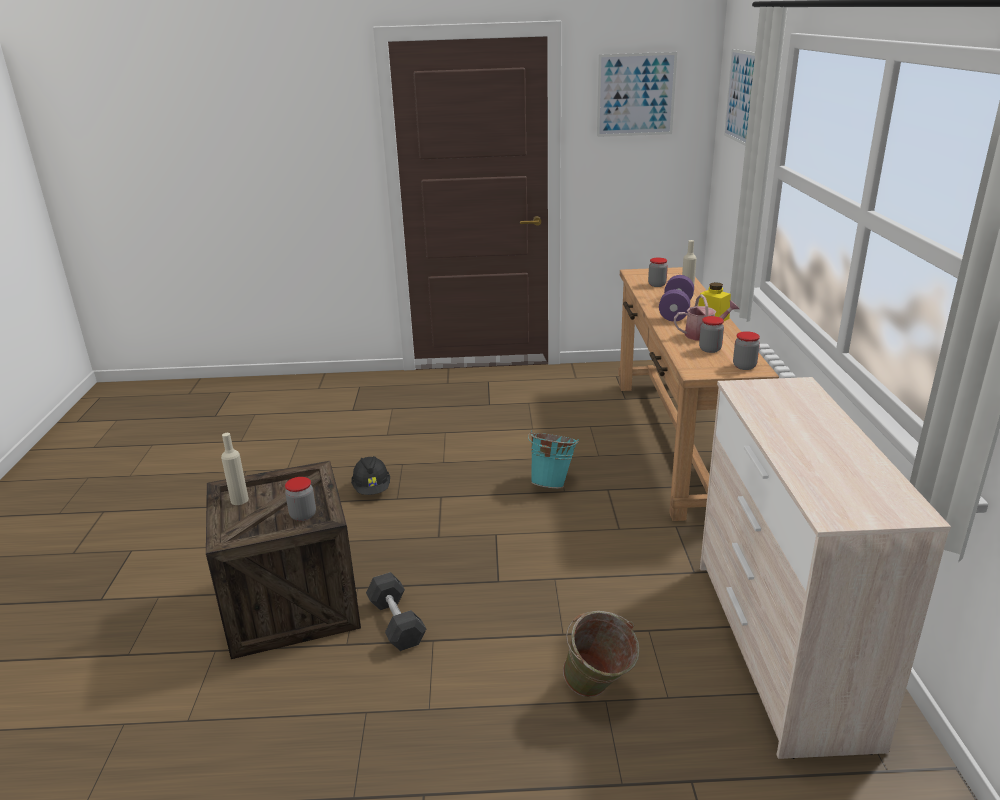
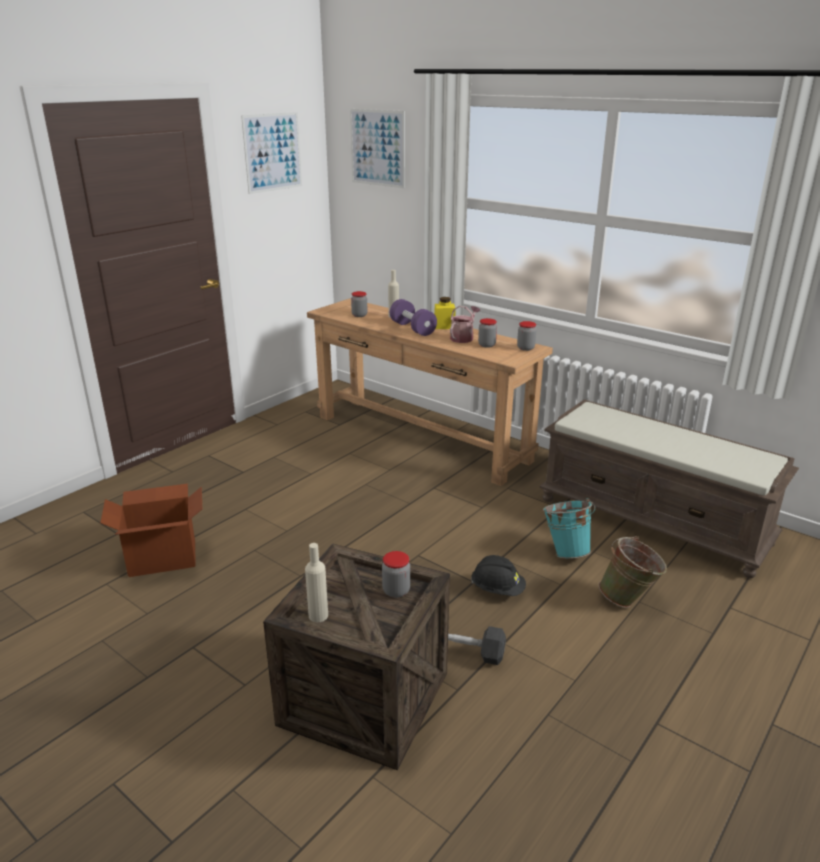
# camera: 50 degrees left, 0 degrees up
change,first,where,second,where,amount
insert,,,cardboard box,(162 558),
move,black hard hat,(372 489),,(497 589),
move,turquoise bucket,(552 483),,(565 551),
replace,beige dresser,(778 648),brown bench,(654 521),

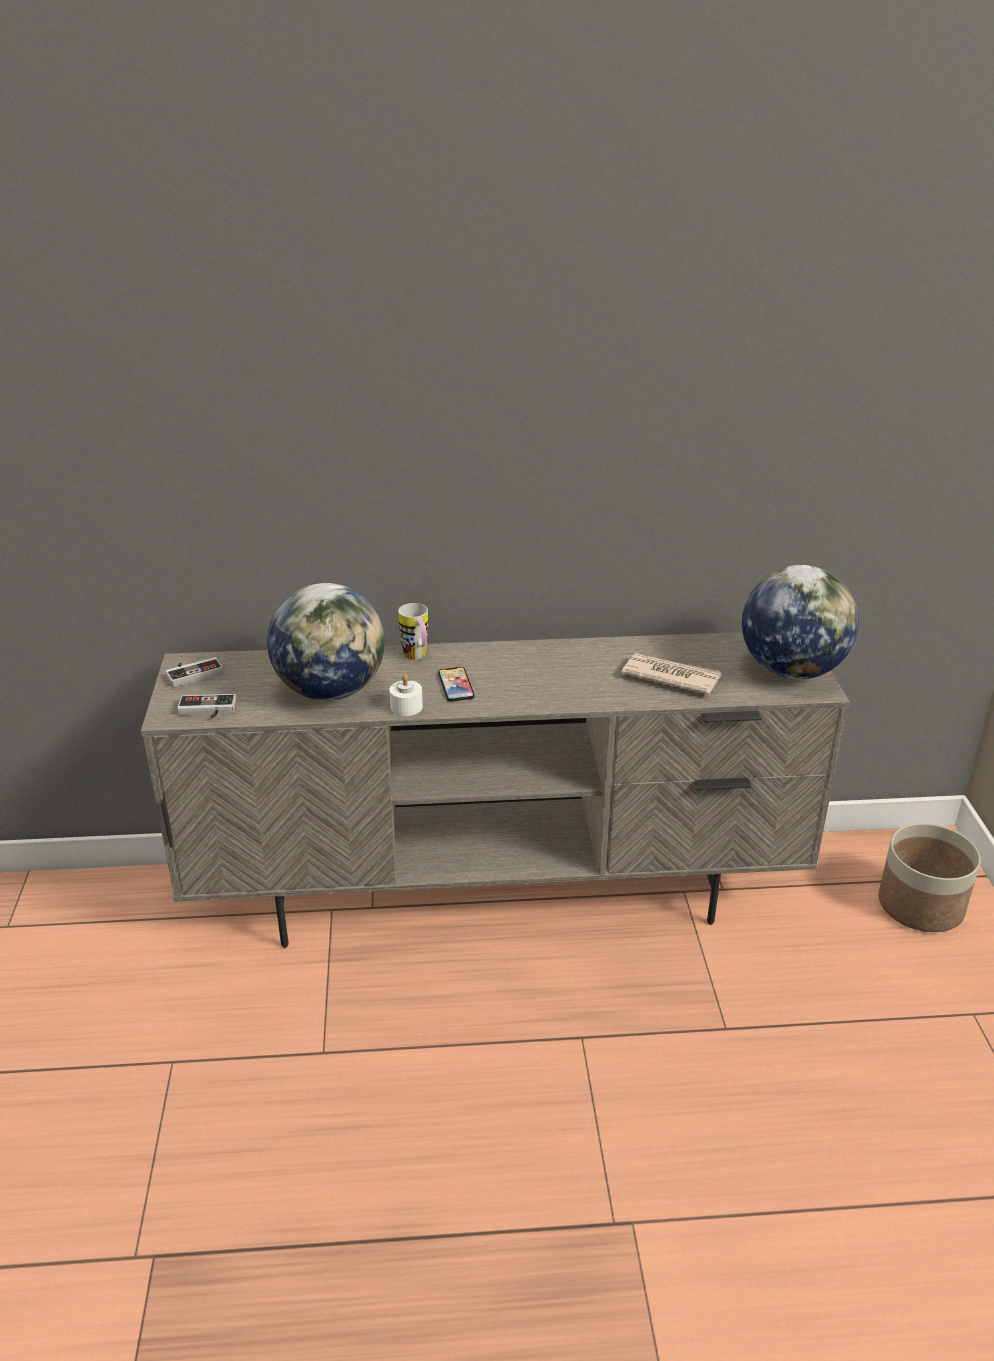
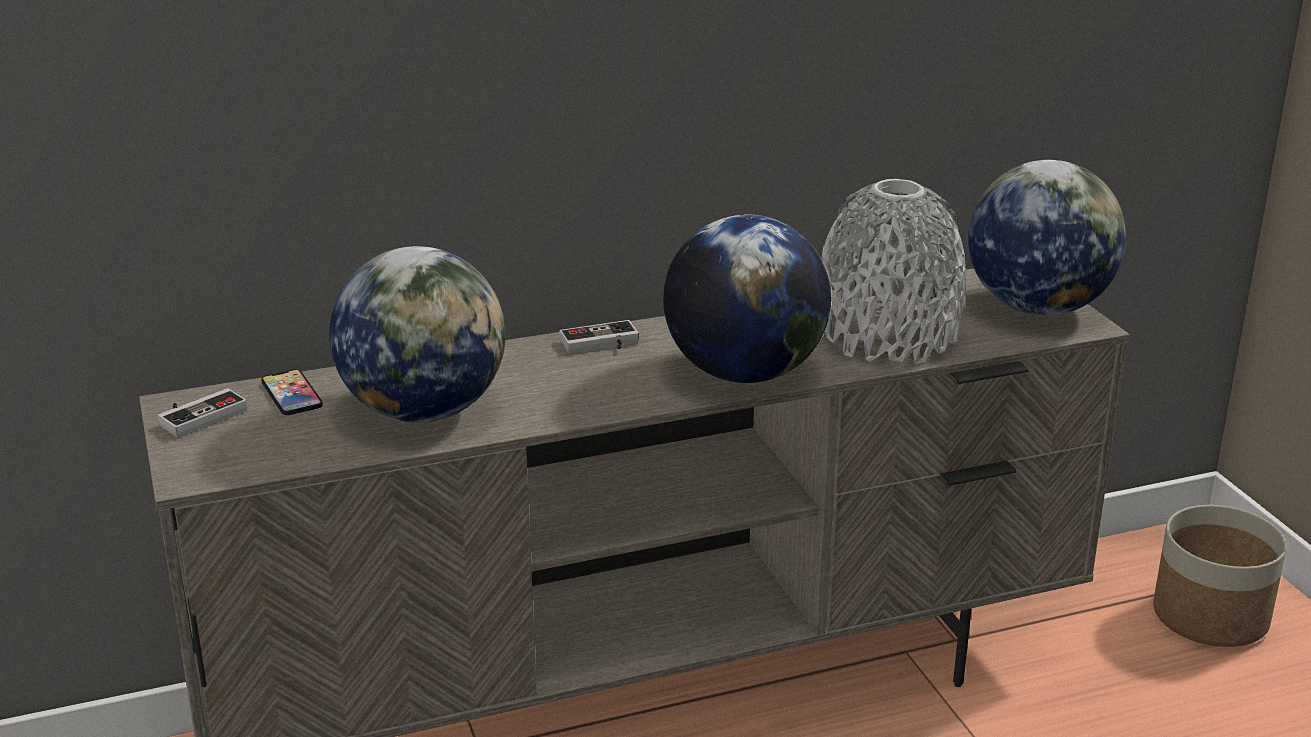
# camera: 15 degrees left, 5 degrees down
change,first,where,second,where,amount
delete,white candle,(406 707),,,
delete,mug,(417 658),,,
insert,,,globe,(744 373),
move,game controller,(206 711),,(601 345),
move,phone,(456 685),,(291 394),
replace,newspaper,(670 676),grey vase,(887 334),

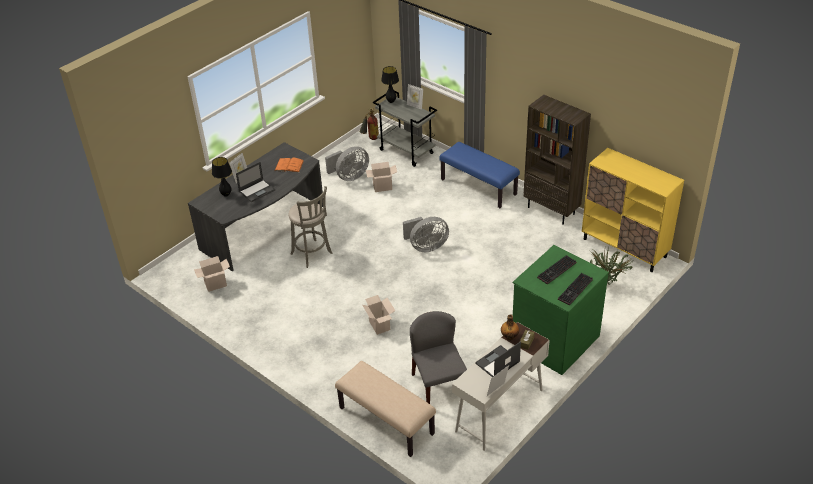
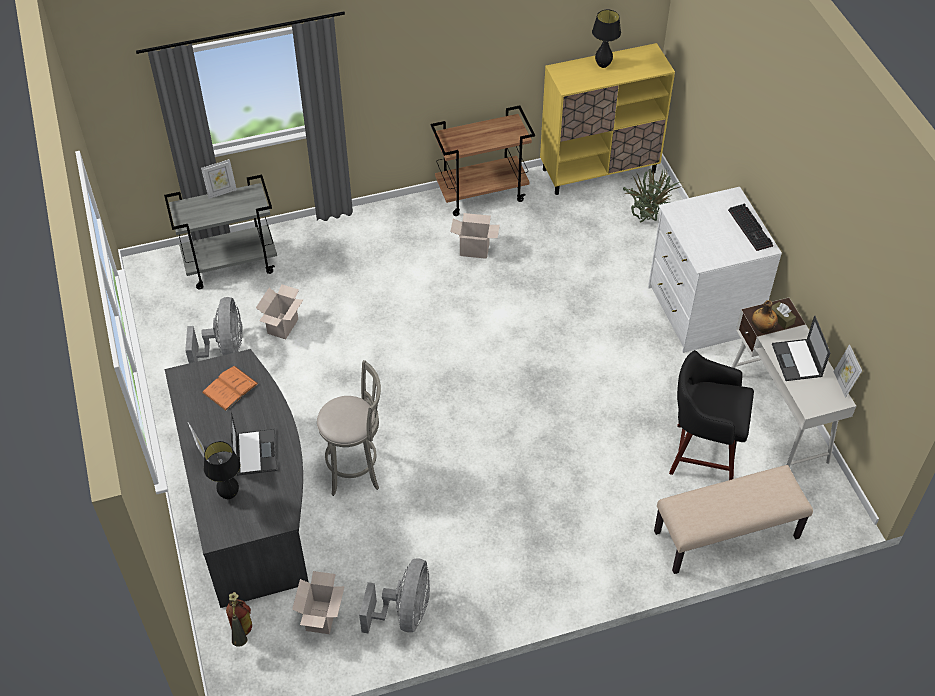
# camera: 60 degrees left, 10 degrees up
change,first,where,second,where,amount
delete,blue bench,(479 187),,,
delete,keyboard,(557 271),,,
move,fire extinguisher,(370 139),,(242 636),
move,cardboard box,(380 326),,(475 249),
move,black table lamp,(391 101),,(603 65),
move,grey fan,(426 247),,(404 613),
replace,grey chair,(438 385),black stool,(701 454),
replace,brown bookcase,(551 210),brown cart,(482 193),
recolor,green dresser,(554 340),white dresser,(701 310),

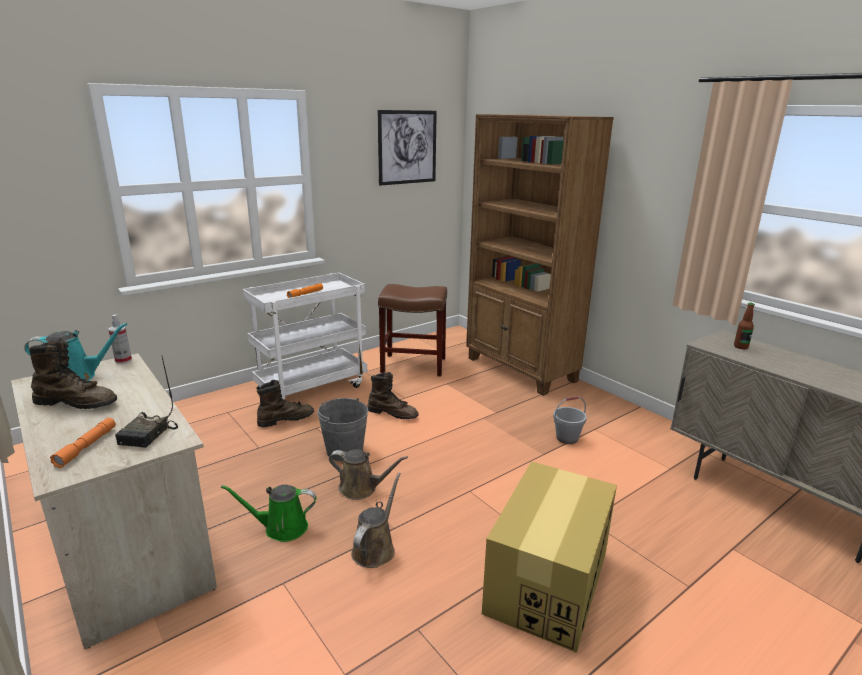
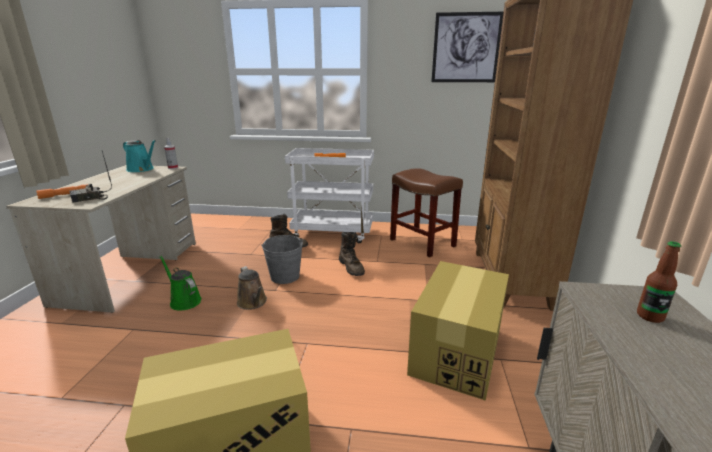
# camera: 45 degrees right, 0 degrees up
change,first,where,second,where,amount
delete,brown boot,(77 403),,,
delete,brown watering can,(375 548),,,
replace,grey bucket,(567 438),cardboard box,(456 351),

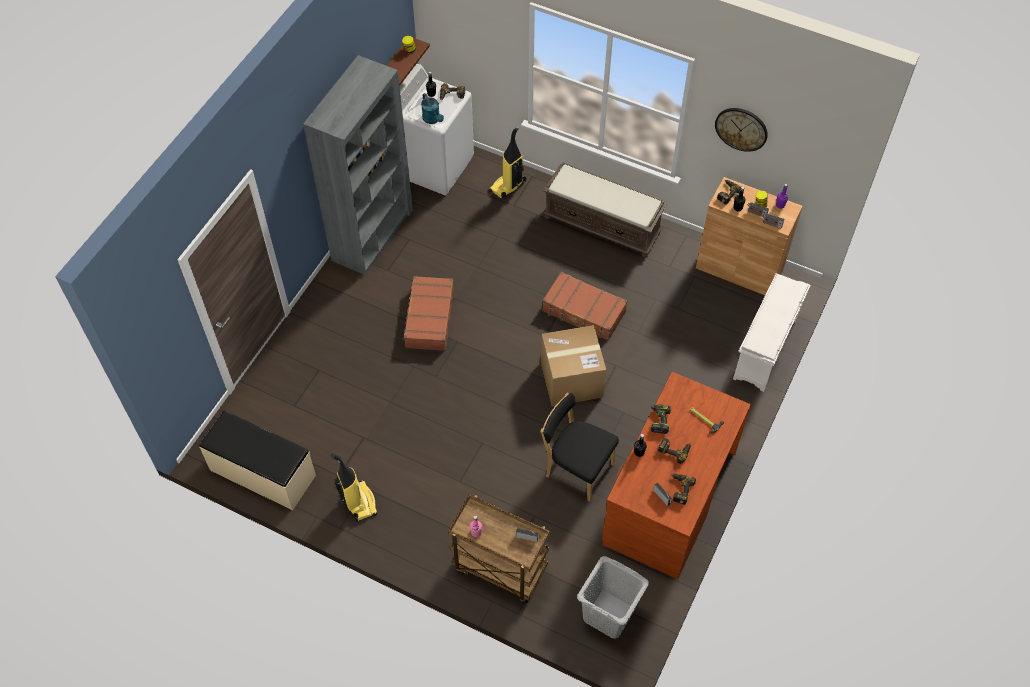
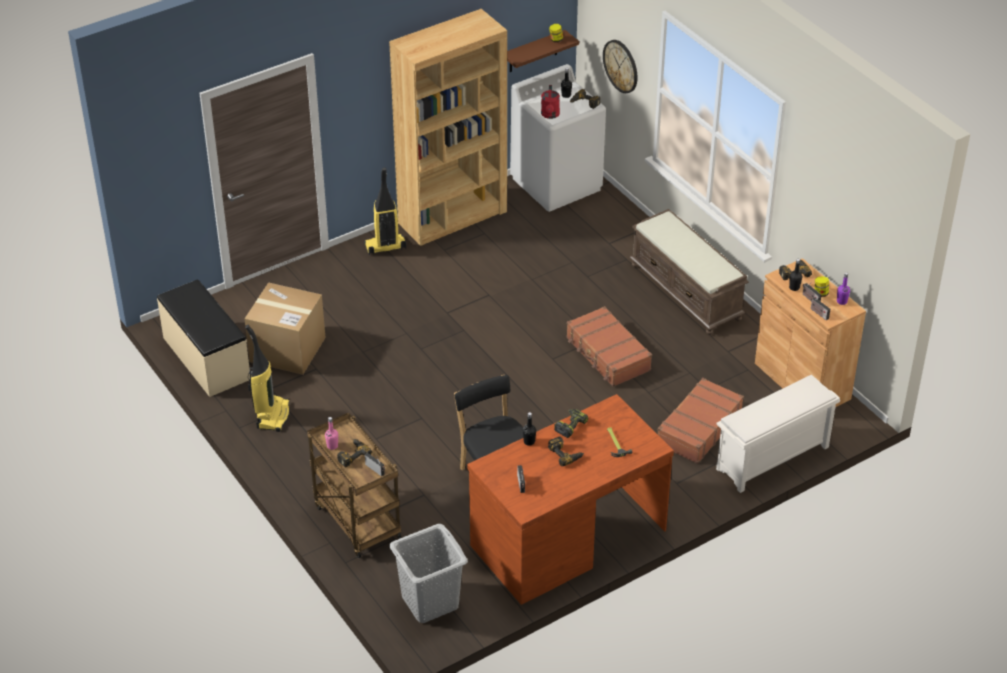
# camera: 30 degrees right, 15 degrees down
change,first,where,second,where,amount
move,brown suitcase,(429 318),,(698 428),
move,vacuum cleaner,(508 187),,(385 247),
move,cardboard box,(571 379),,(287 349),
move,power drill,(679 489),,(352 454),
move,wall clock,(741 129),,(621 66),
recolor,grey bookcase,(372 234),brown bookcase,(453 217),
recolor,turquoise watering can,(433 119),red watering can,(550 115),

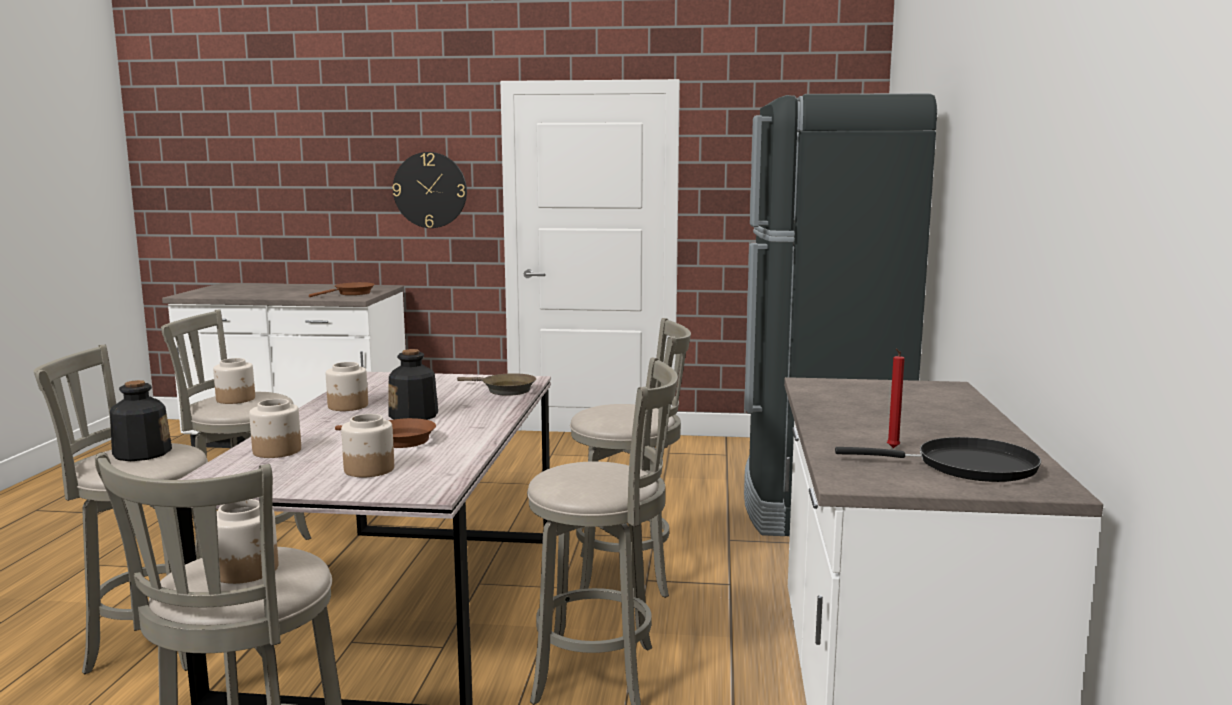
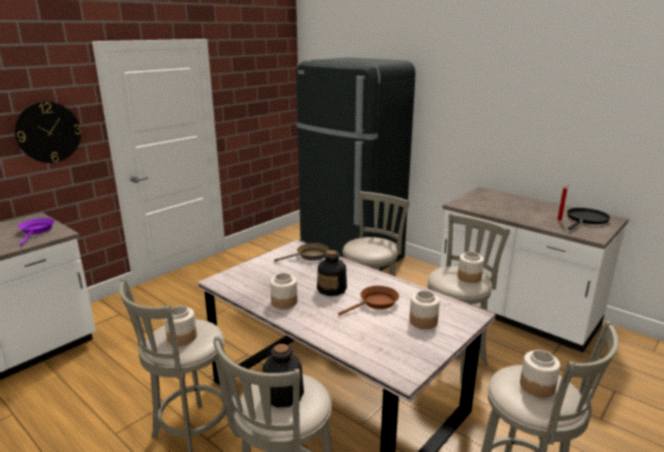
# camera: 55 degrees left, 10 degrees up
change,first,where,second,where,amount
move,jar,(276 451),,(469 277),
recolor,brown frying pan,(351 293),purple frying pan,(37 231),

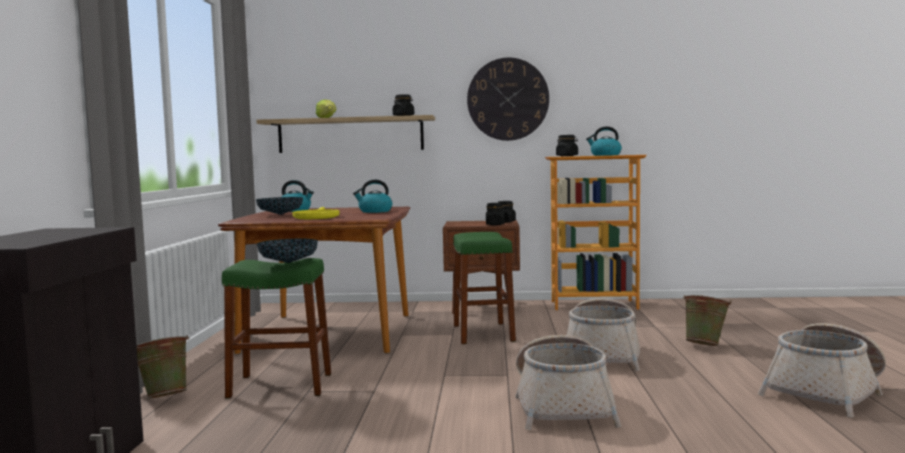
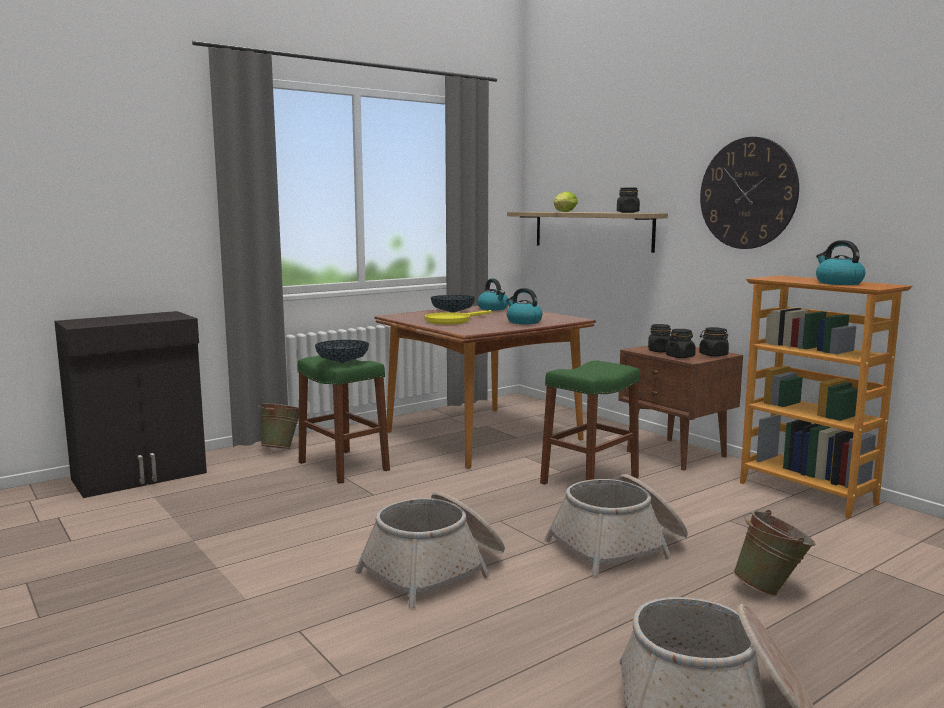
# camera: 50 degrees right, 5 degrees up
change,first,where,second,where,amount
move,black jar,(567 156),,(659 351),

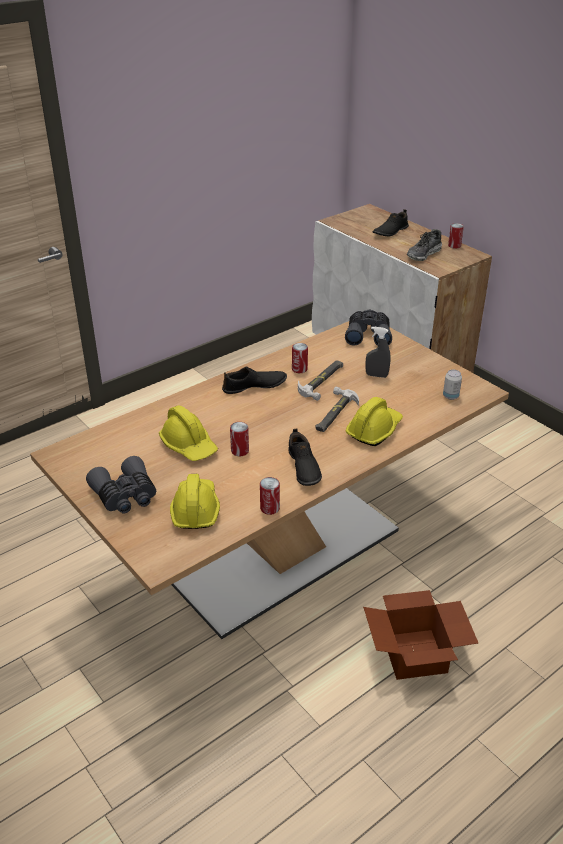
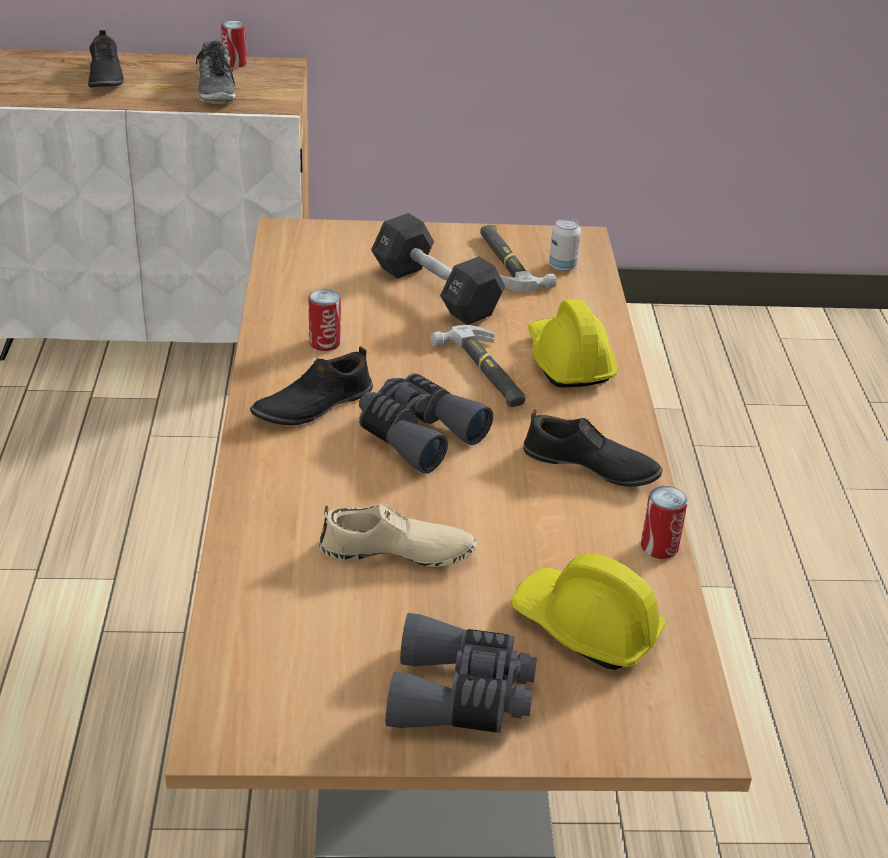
# camera: 55 degrees left, 0 degrees up
change,first,where,second,where,amount
delete,can,(240 451),,,
delete,cardboard box,(416 655),,,
move,hammer,(322 381),,(509 262),
move,grey binoculars,(368 335),,(417 433),
replace,yellow hard hat,(189 446),beige shoe,(397 552),
replace,grey spray bottle,(376 375),black dumbbell,(435 291),
rotate,black shoe,(254 386),,(312 405),150 degrees counterclockwise

